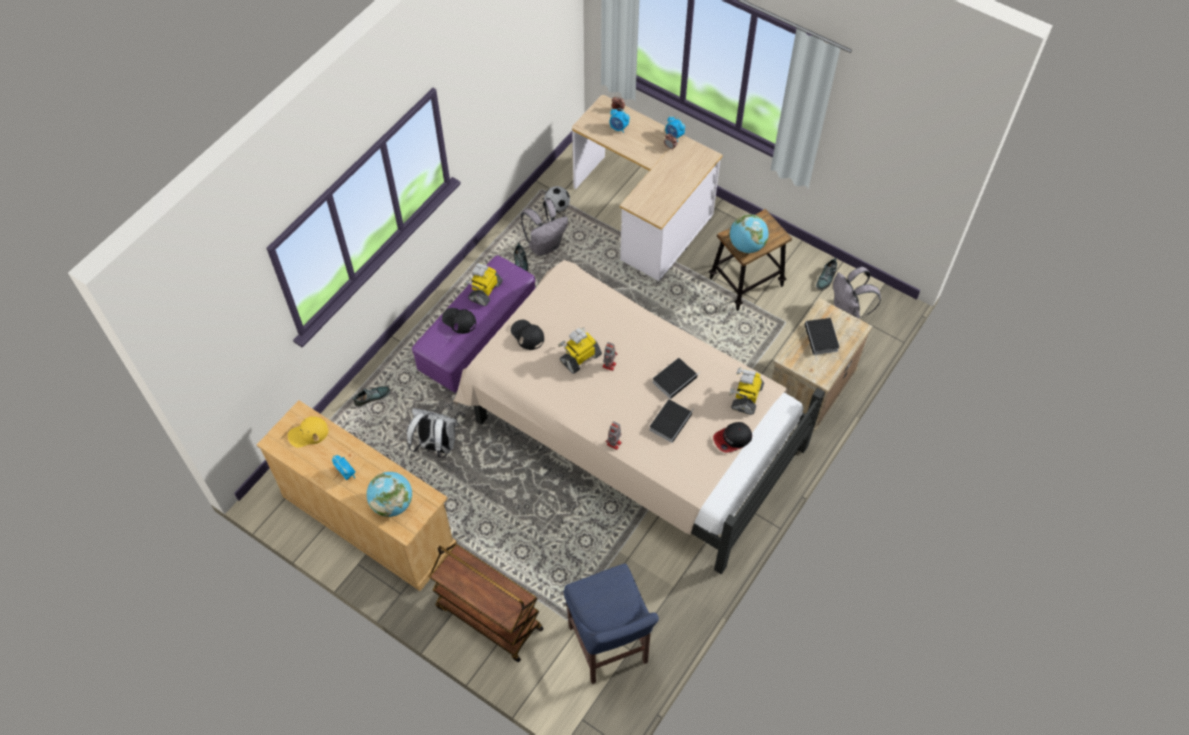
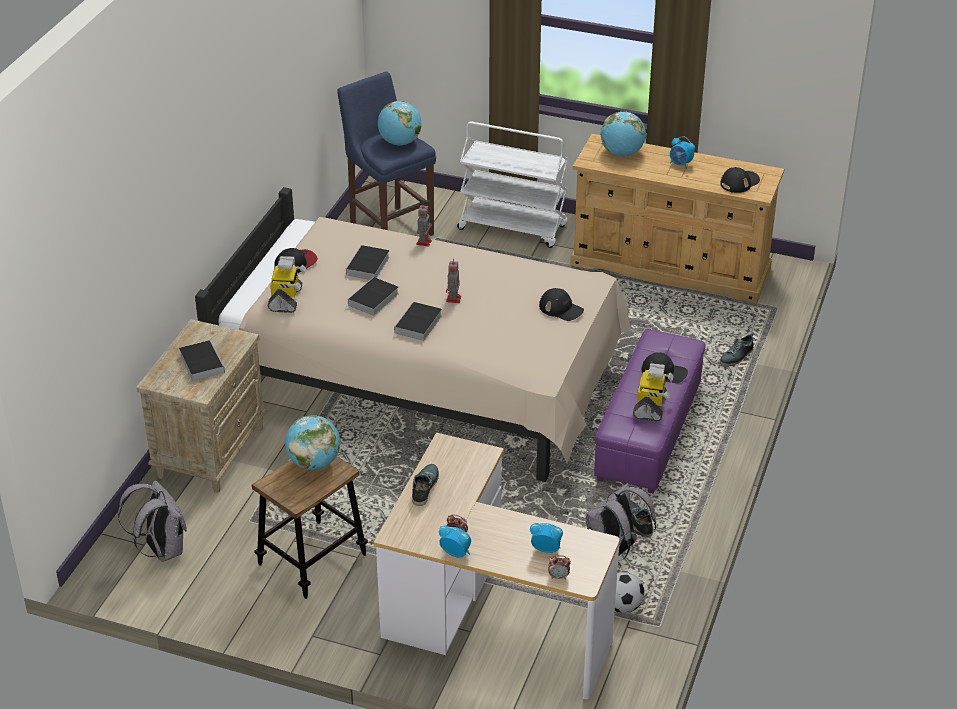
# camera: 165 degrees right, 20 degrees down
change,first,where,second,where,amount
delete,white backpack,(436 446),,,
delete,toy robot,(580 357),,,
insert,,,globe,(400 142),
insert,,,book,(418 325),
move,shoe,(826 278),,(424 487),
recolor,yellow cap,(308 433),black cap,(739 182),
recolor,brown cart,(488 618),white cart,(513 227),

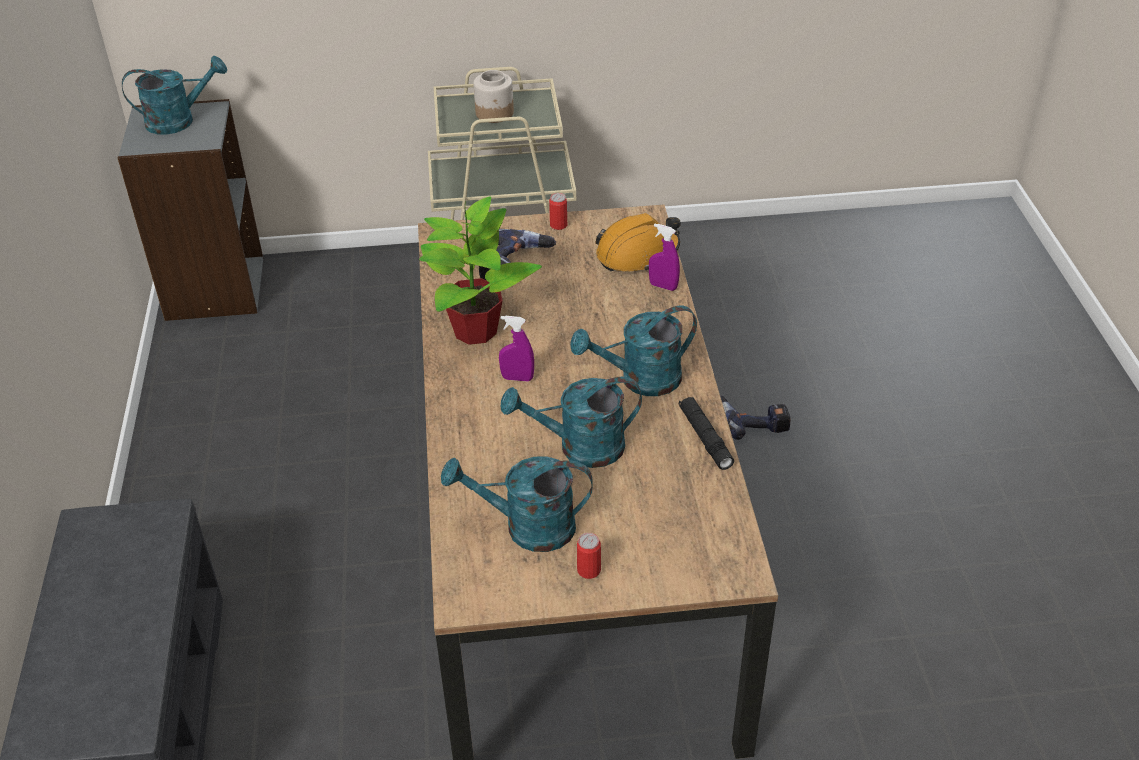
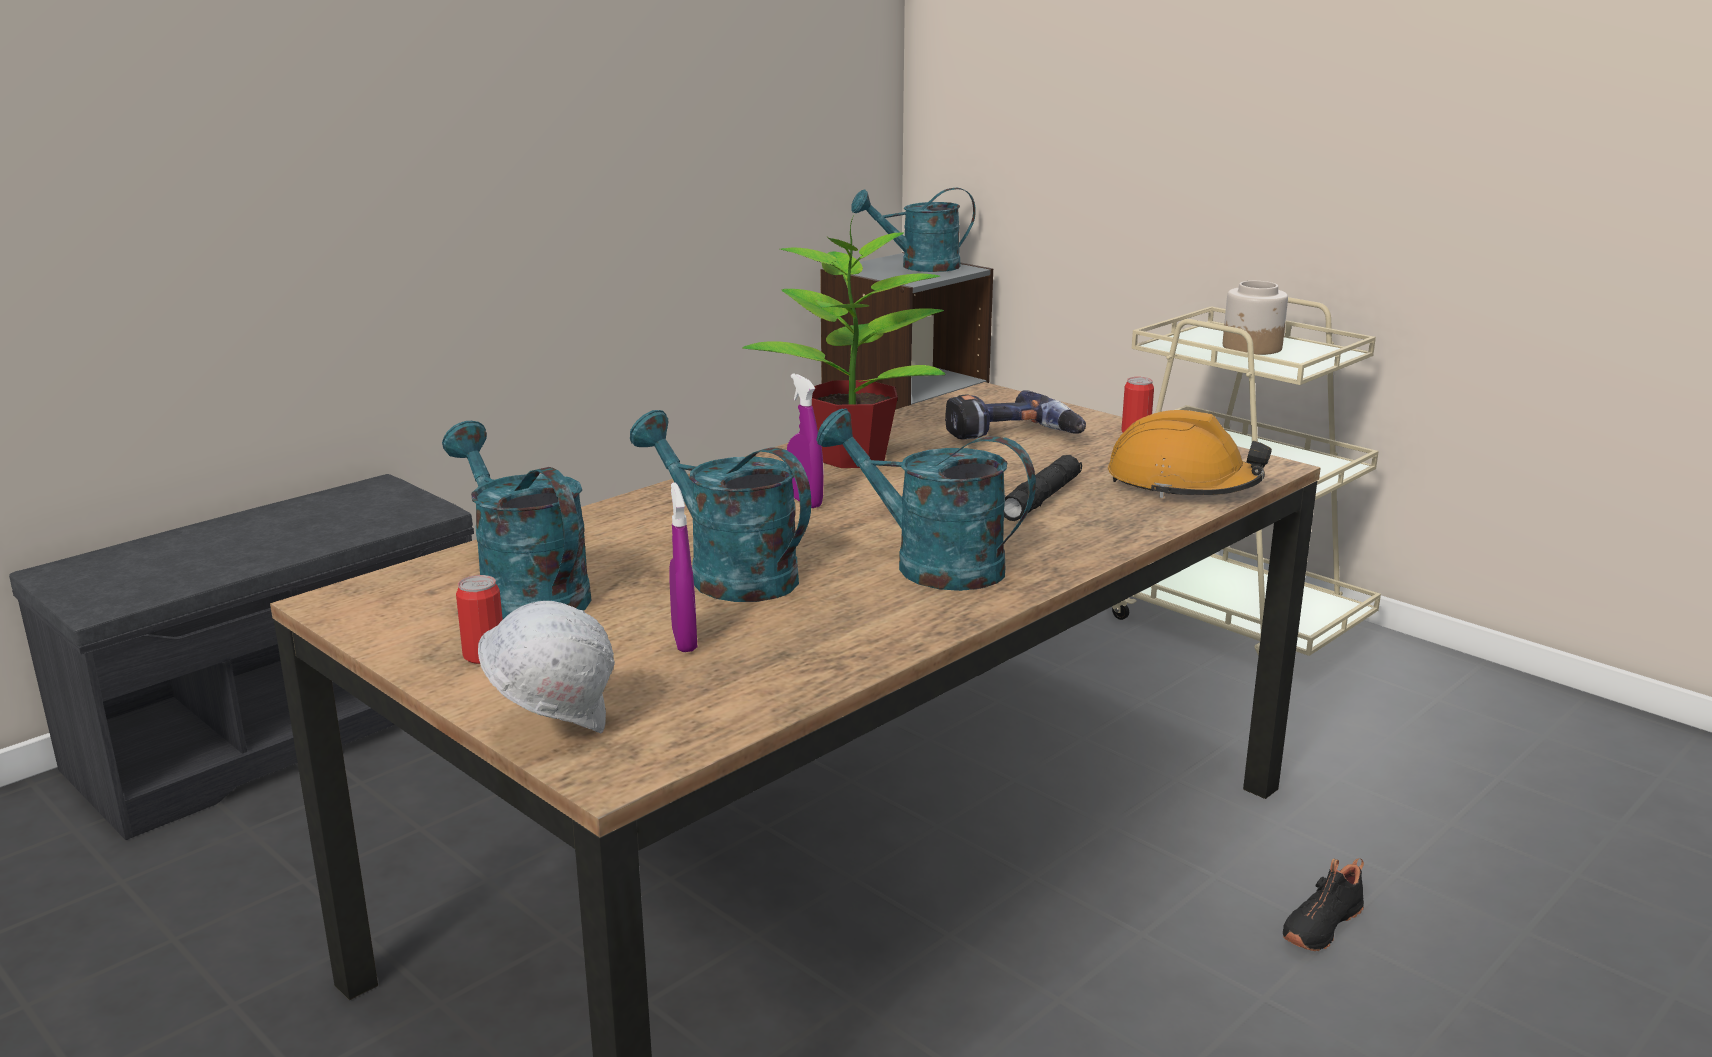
# camera: 50 degrees right, 20 degrees down
change,first,where,second,where,amount
insert,,,white hard hat,(554 726),
move,purple spray bottle,(663 286),,(684 640),
move,black flashlight,(705 438),,(1041 499),
replace,power drill,(751 422),black shoe,(1319 924),
rotate,turquoise watering can,(179 121),,(919 267),135 degrees clockwise

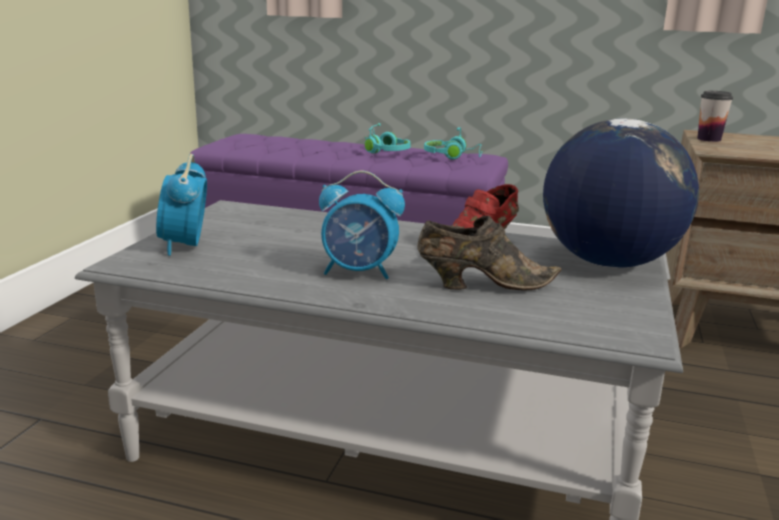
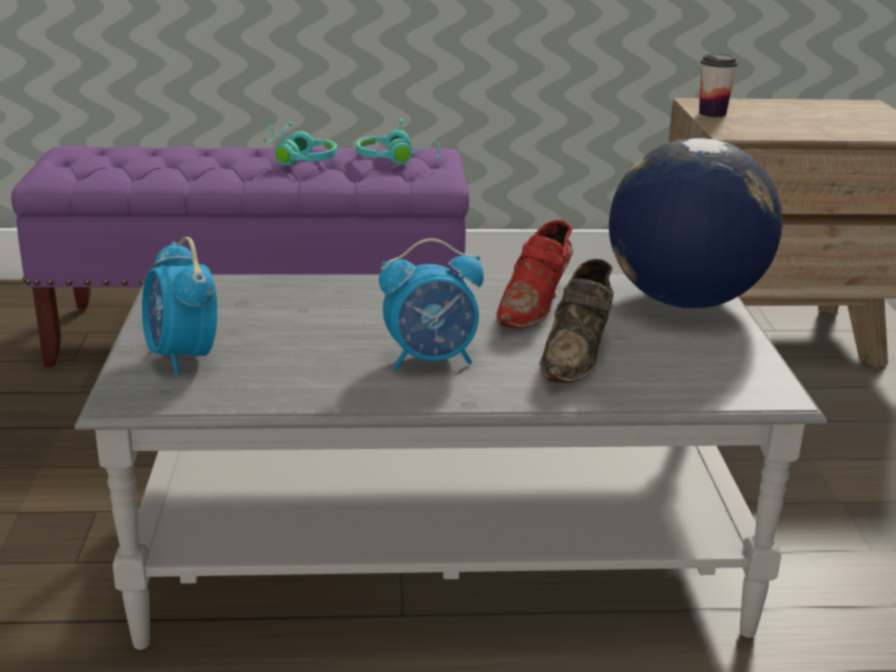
# camera: 20 degrees left, 5 degrees up
change,first,where,second,where,amount
rotate,brown shoe,(481 285),,(578 354),135 degrees clockwise

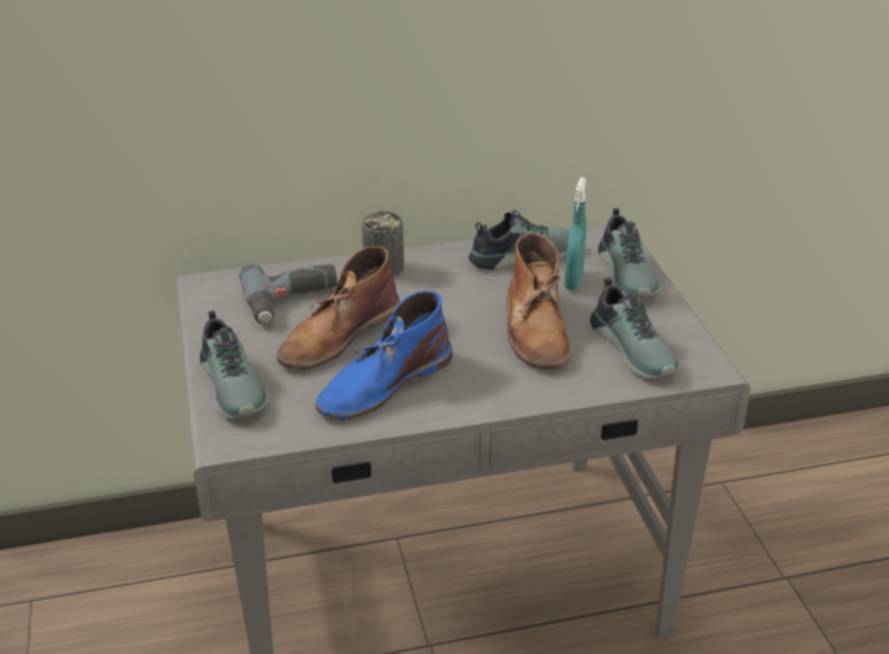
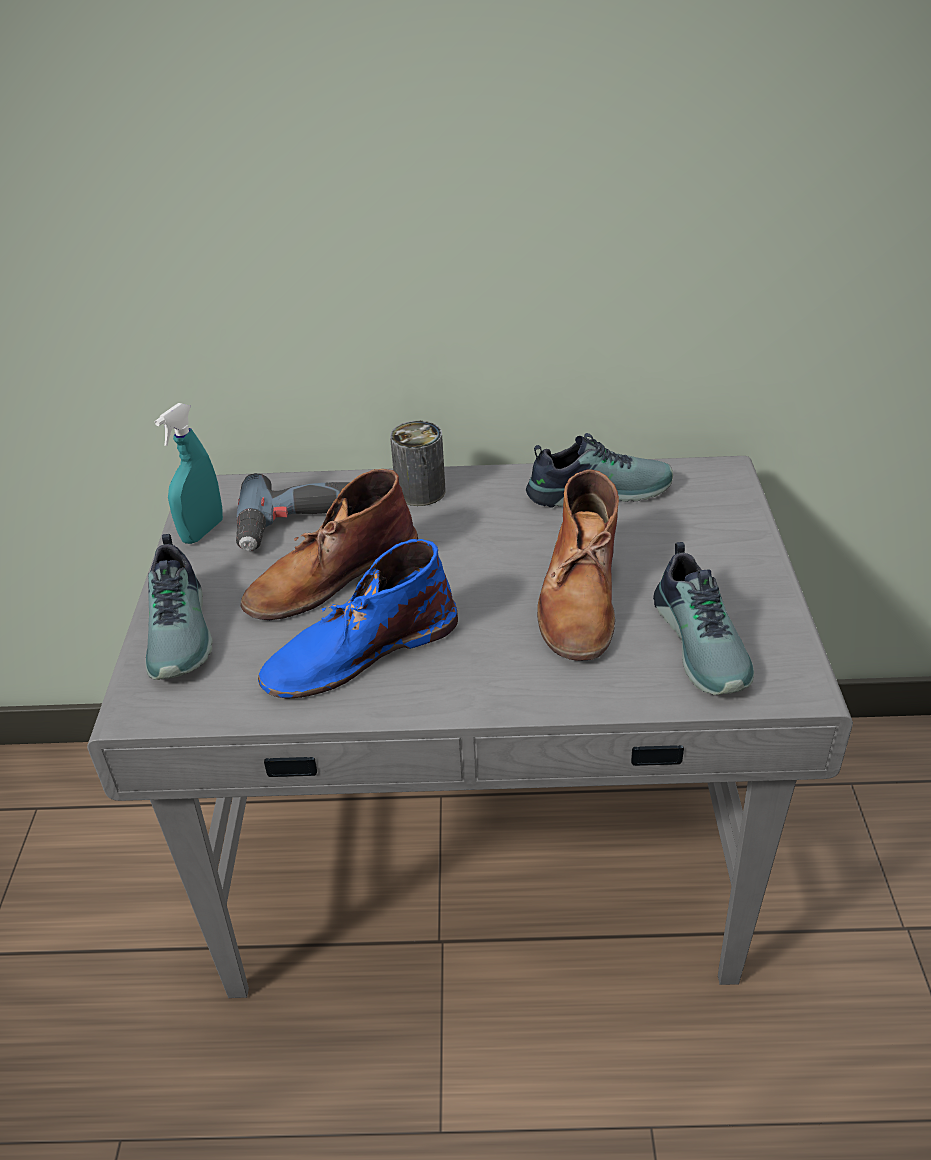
# camera: 15 degrees right, 5 degrees up
change,first,where,second,where,amount
delete,shoe,(629 274),,,
move,turquoise spray bottle,(573 281),,(202 531),

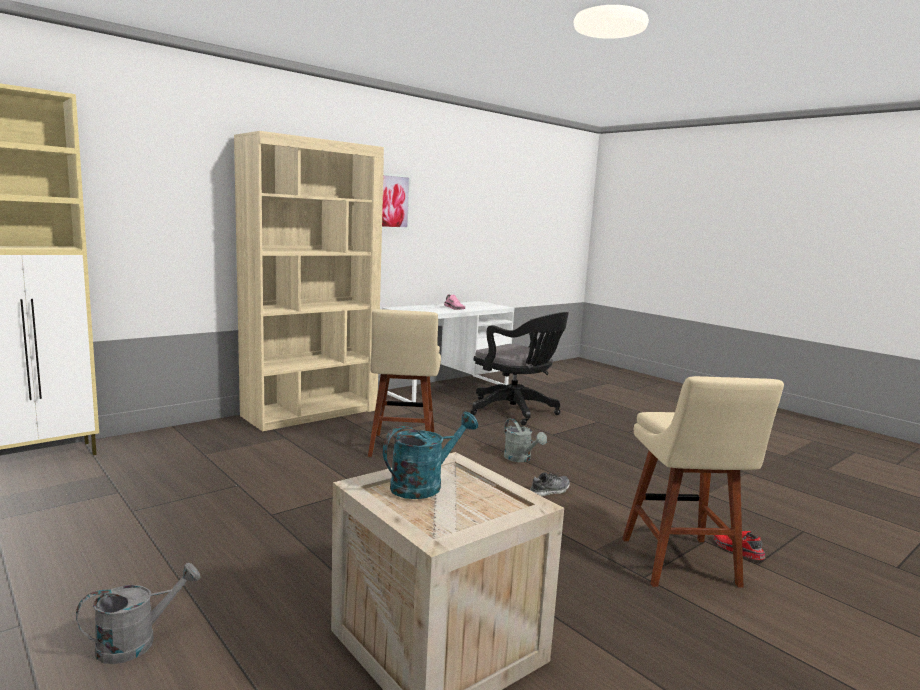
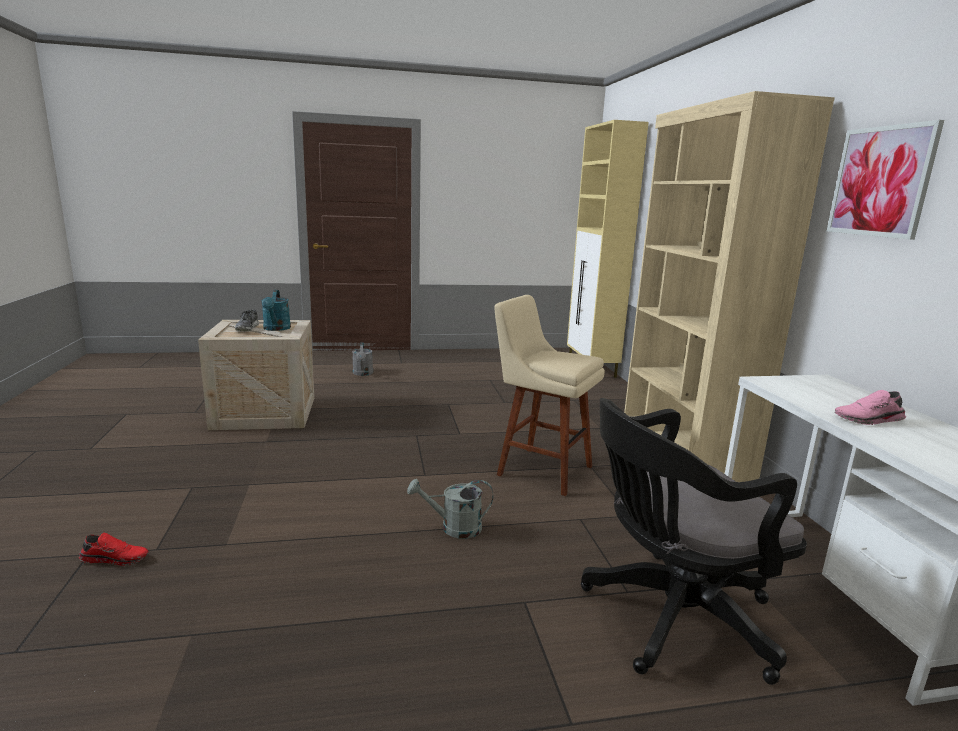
# camera: 120 degrees right, 5 degrees up
change,first,where,second,where,amount
delete,beige stool,(681 565),,,
move,shoe,(549 491),,(247 328),

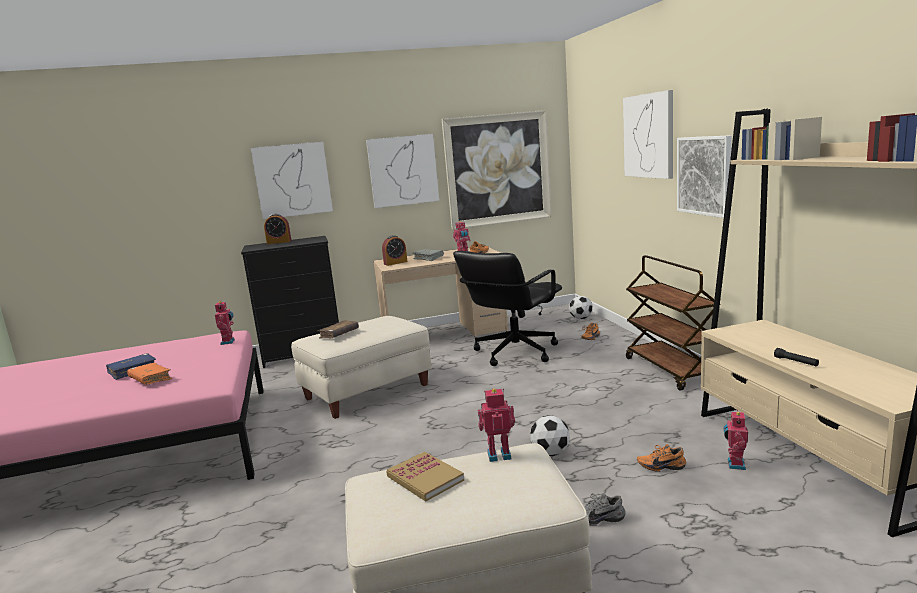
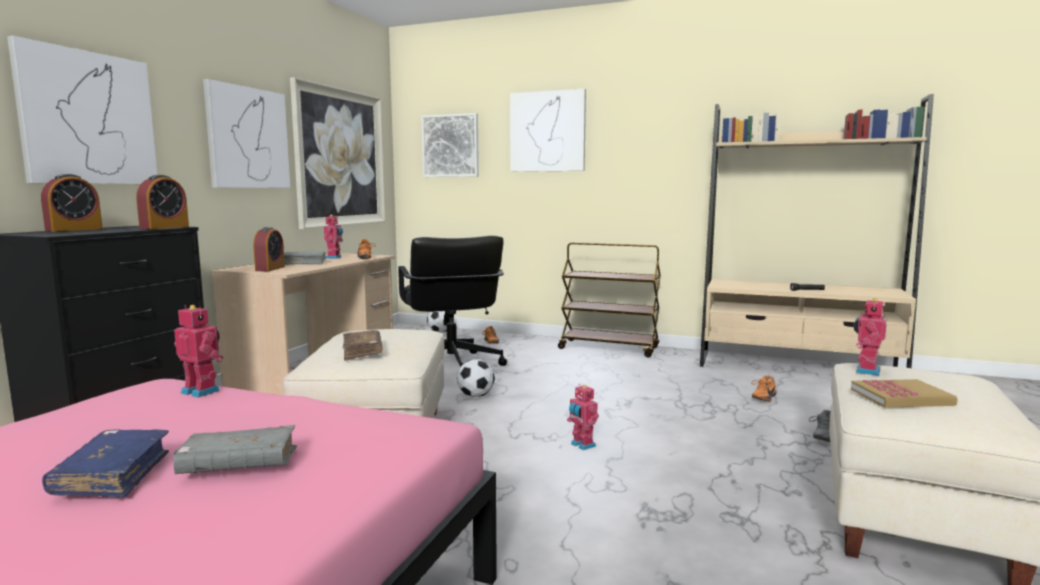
# camera: 55 degrees left, 5 degrees down
change,first,where,second,where,amount
insert,,,alarm clock,(164 227),
move,football,(550 453),,(475 396),
move,picture,(704 175),,(450 146),
move,toy robot,(734 464),,(582 445),
recolor,orange book,(150 379),grey book,(239 465),

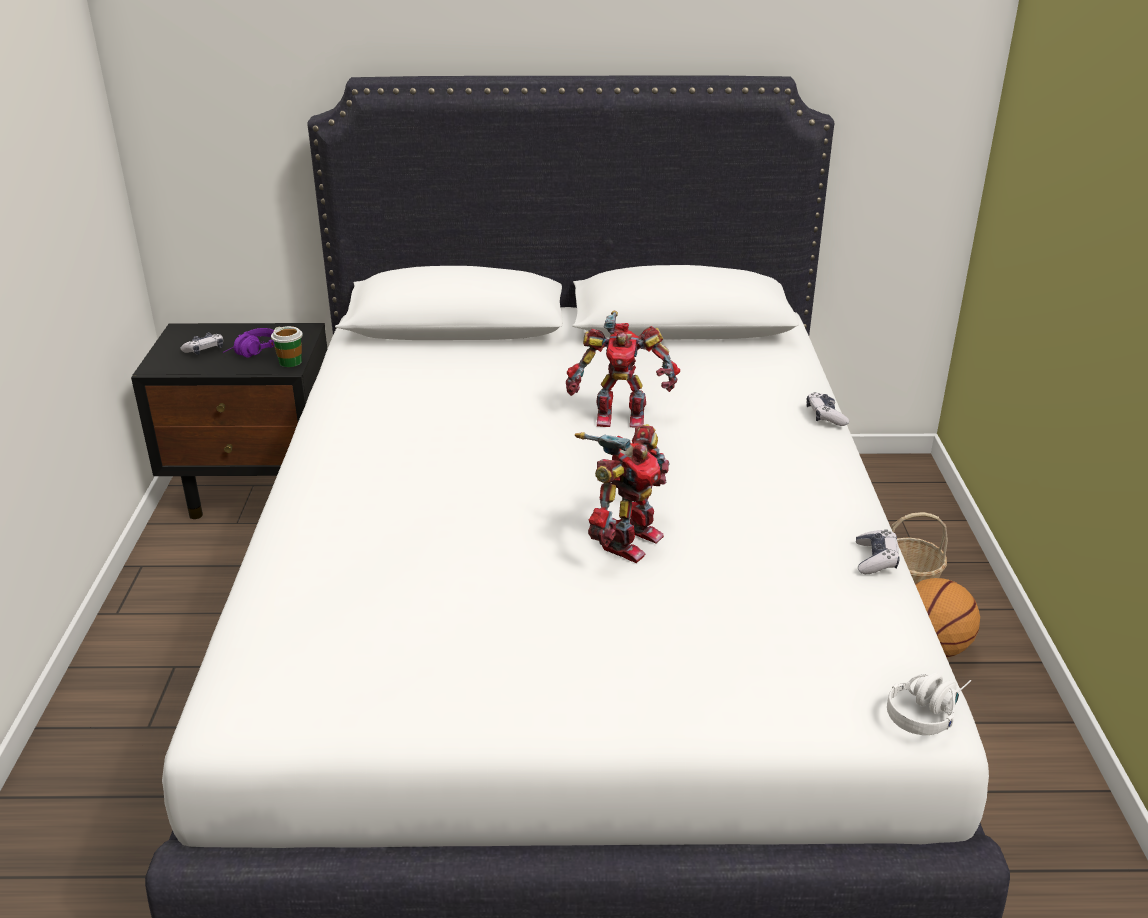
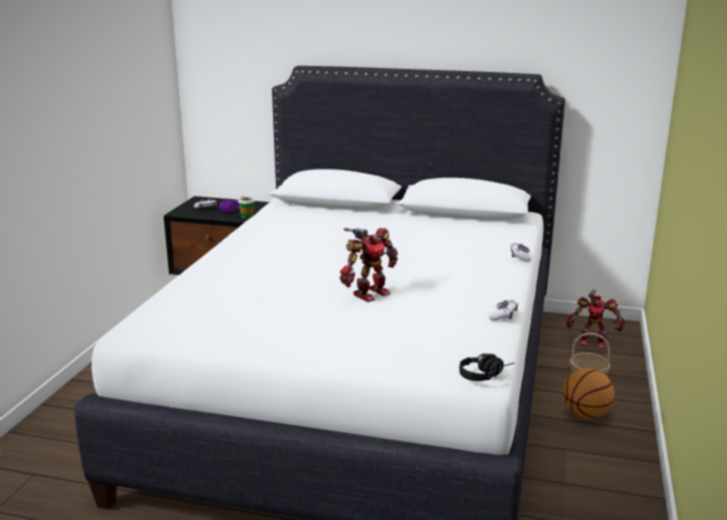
# camera: 15 degrees right, 10 degrees down
change,first,where,second,where,amount
move,toy robot,(620 416),,(592 341),
recolor,white headphones,(928 710),black headphones,(485 374),

